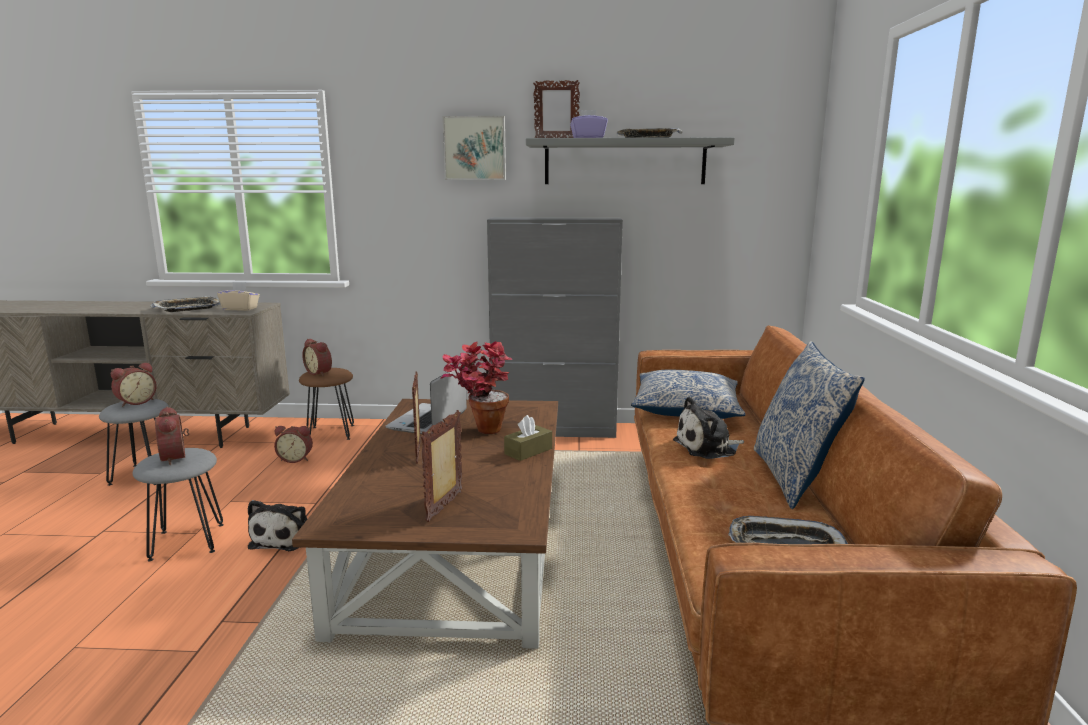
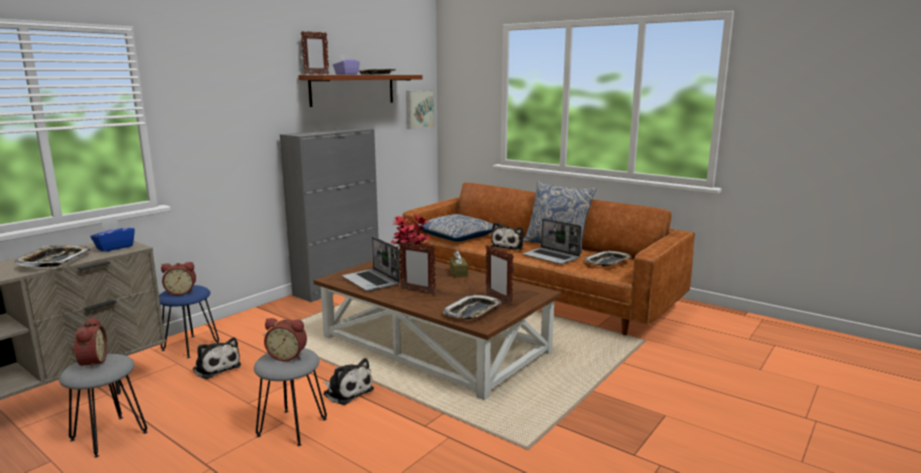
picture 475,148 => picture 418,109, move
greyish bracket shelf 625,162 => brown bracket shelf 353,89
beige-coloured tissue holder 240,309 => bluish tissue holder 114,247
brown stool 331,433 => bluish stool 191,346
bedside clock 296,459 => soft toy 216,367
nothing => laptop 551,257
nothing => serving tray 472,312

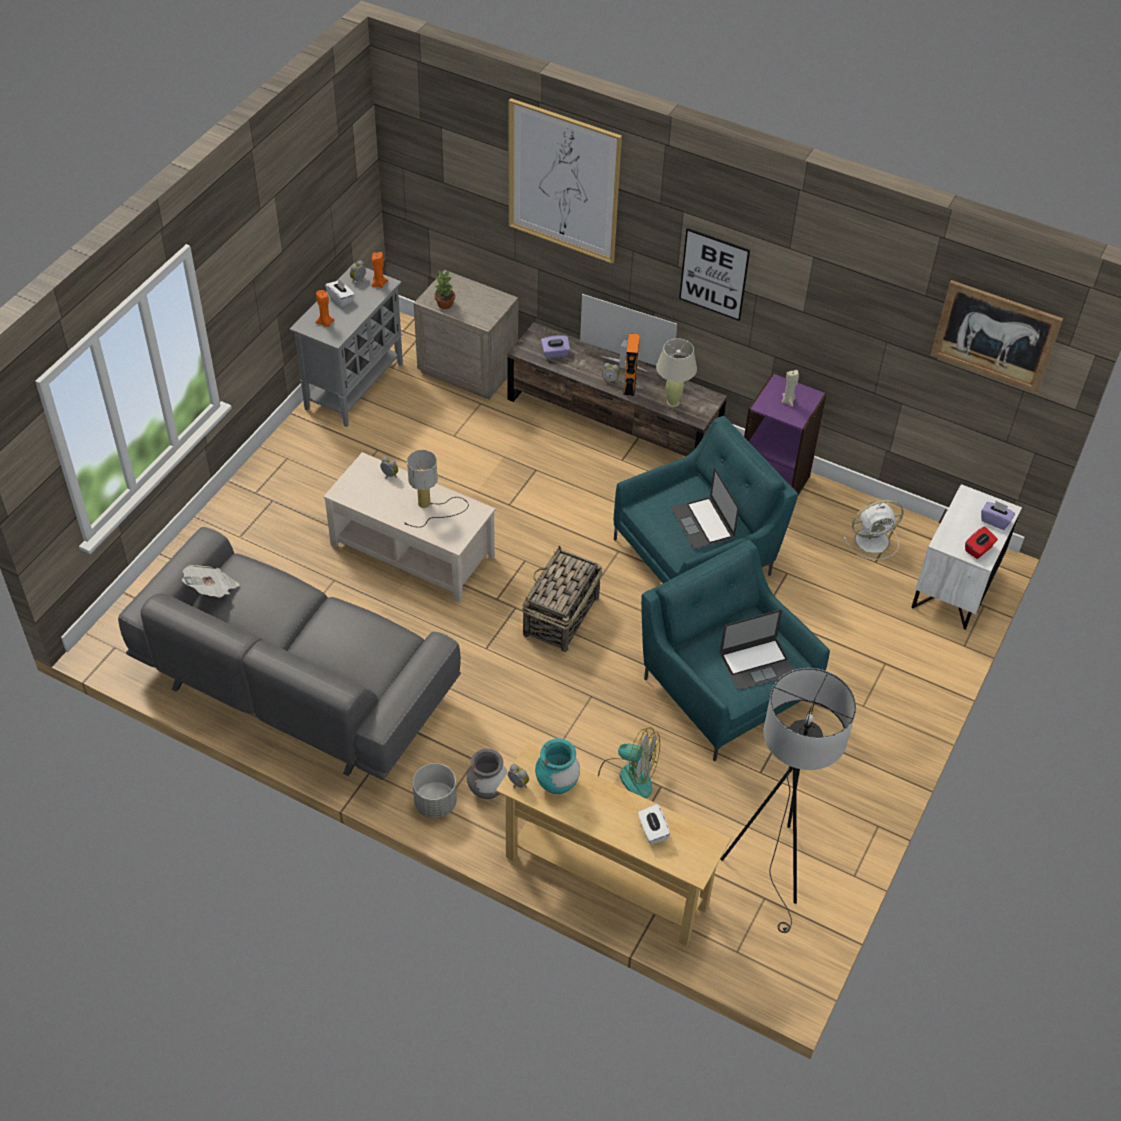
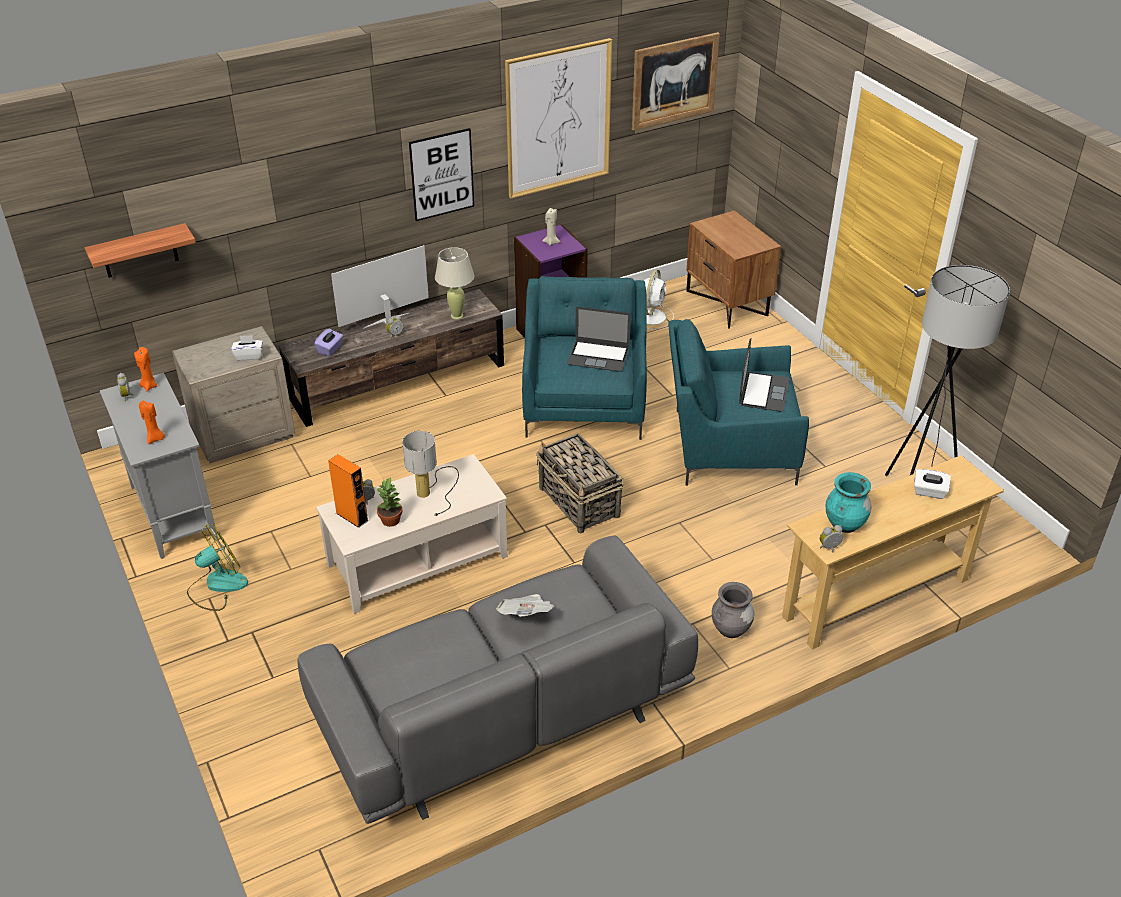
picture 563,181 => picture 558,119, move
houseplant 445,304 => houseplant 391,520, move
white-coloured tissue holder 341,299 => white-coloured tissue holder 249,356, move
orangey loudspeaker 629,386 => orangey loudspeaker 352,517, move
white-coloured bedside table 954,588 => brown bedside table 728,303
purple tissue holder 995,521 => nothing
red-coloured tissue holder 978,549 => nothing
printed paper 212,589 => printed paper 526,616, move
electric fan 627,777 => electric fan 217,586, move
greyish planter 435,803 => nothing
nothing => bracket shelf 139,251

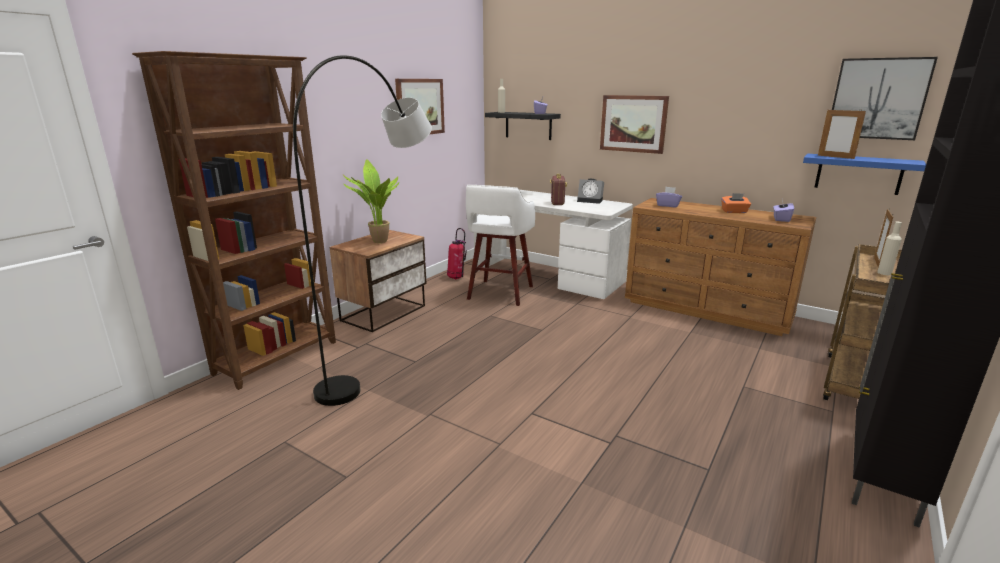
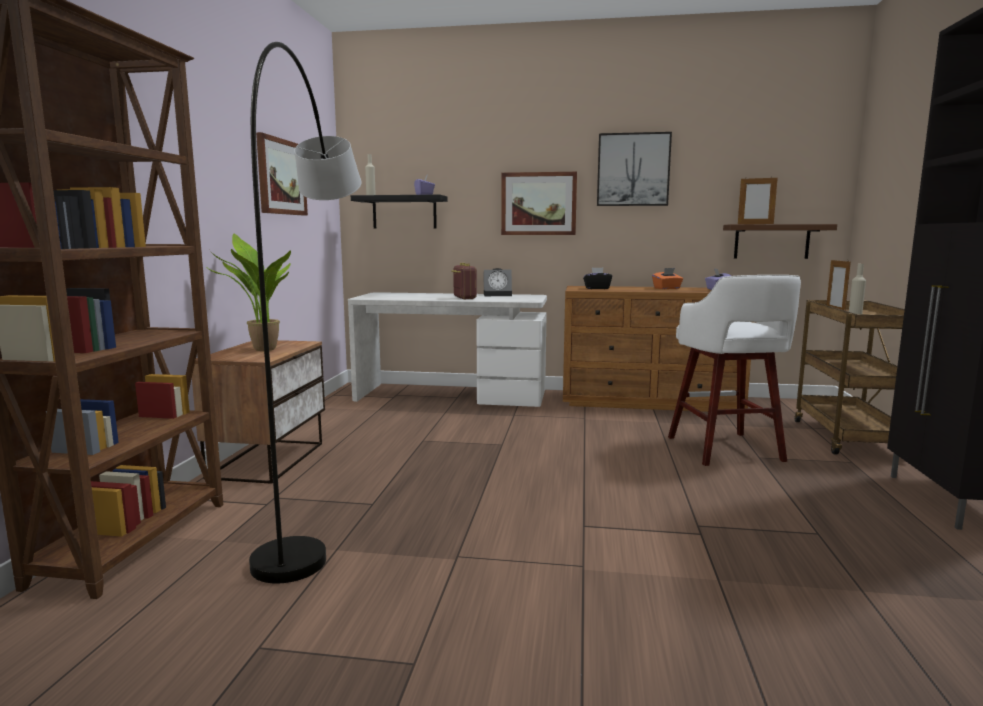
picture 878,98 => picture 633,170, move
bluish bracket shelf 858,174 => brown bracket shelf 771,241
white-coloured stool 499,293 => white-coloured stool 726,450, move
purple tissue holder 668,205 => black-coloured tissue holder 597,288
fire extinguisher 457,278 => nothing

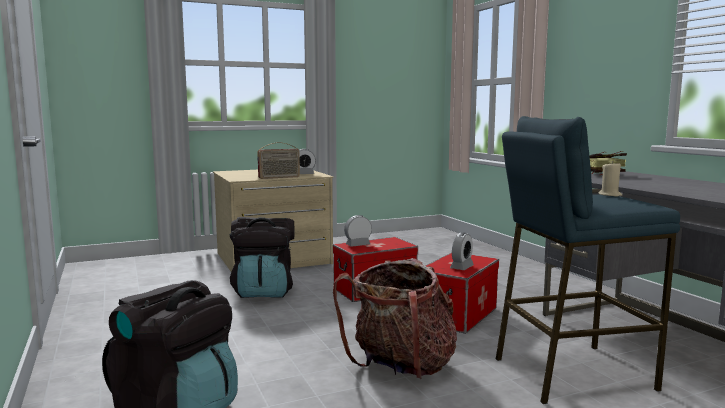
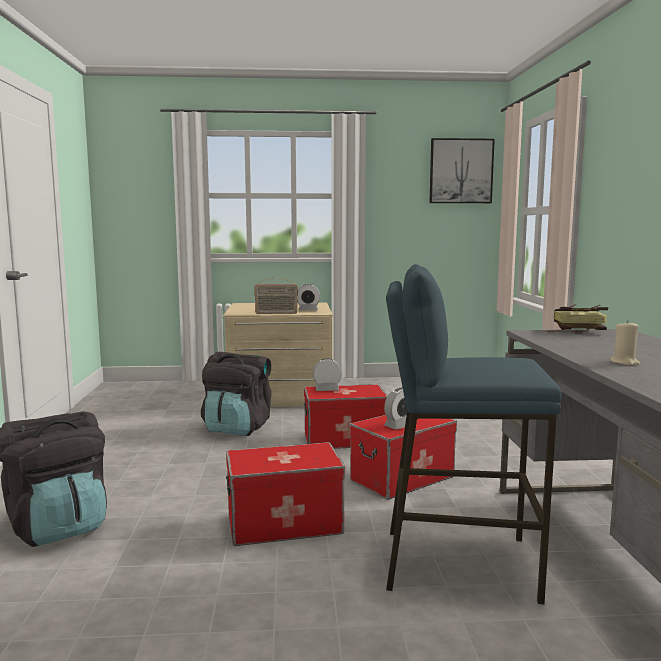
beige-coloured candle 610,195 => beige-coloured candle 624,362, move
rucksack 401,367 => storage container 284,524
nothing => picture 461,171

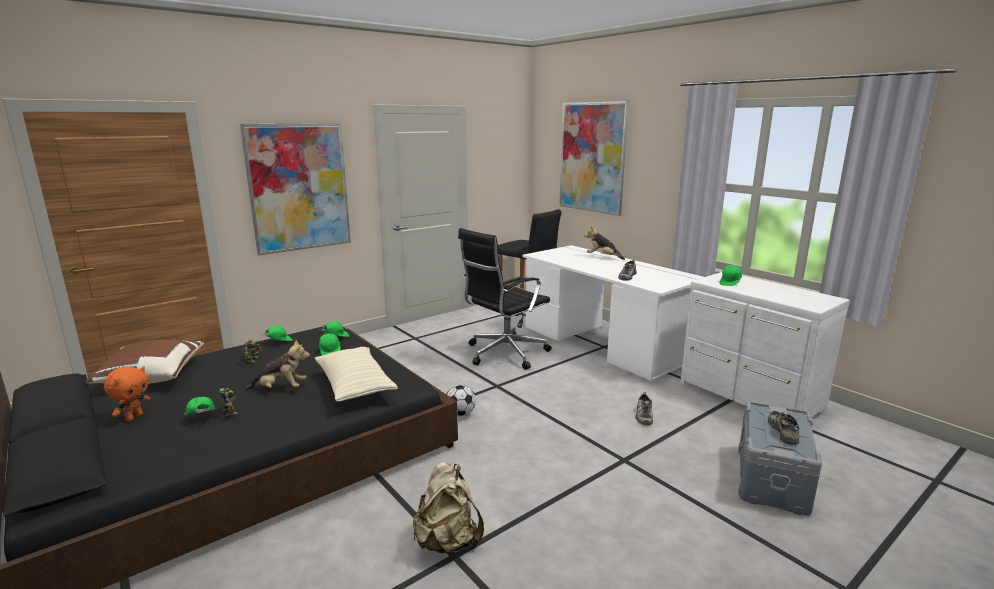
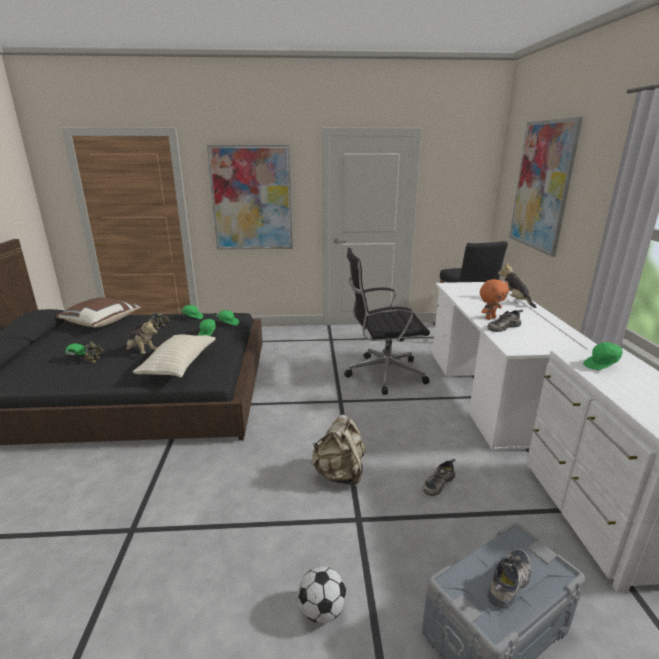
orangey soft toy 134,417 => orangey soft toy 490,318, move
football 460,414 => football 322,610, move
beige-coloured rucksack 447,541 => beige-coloured rucksack 339,474, move

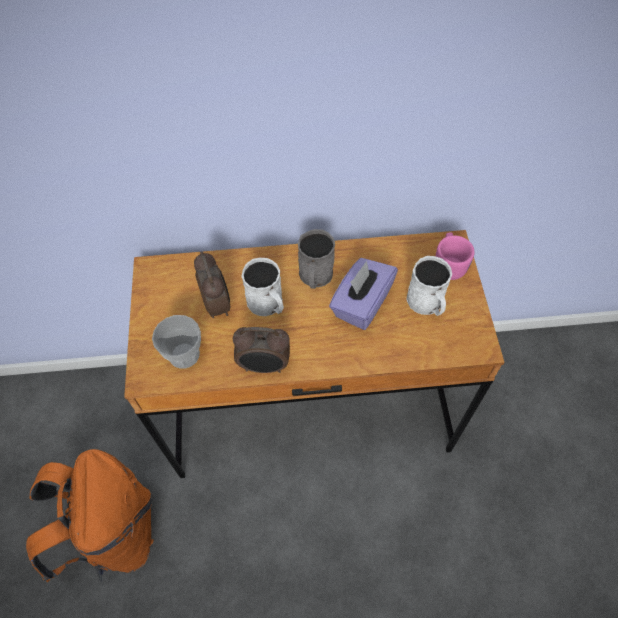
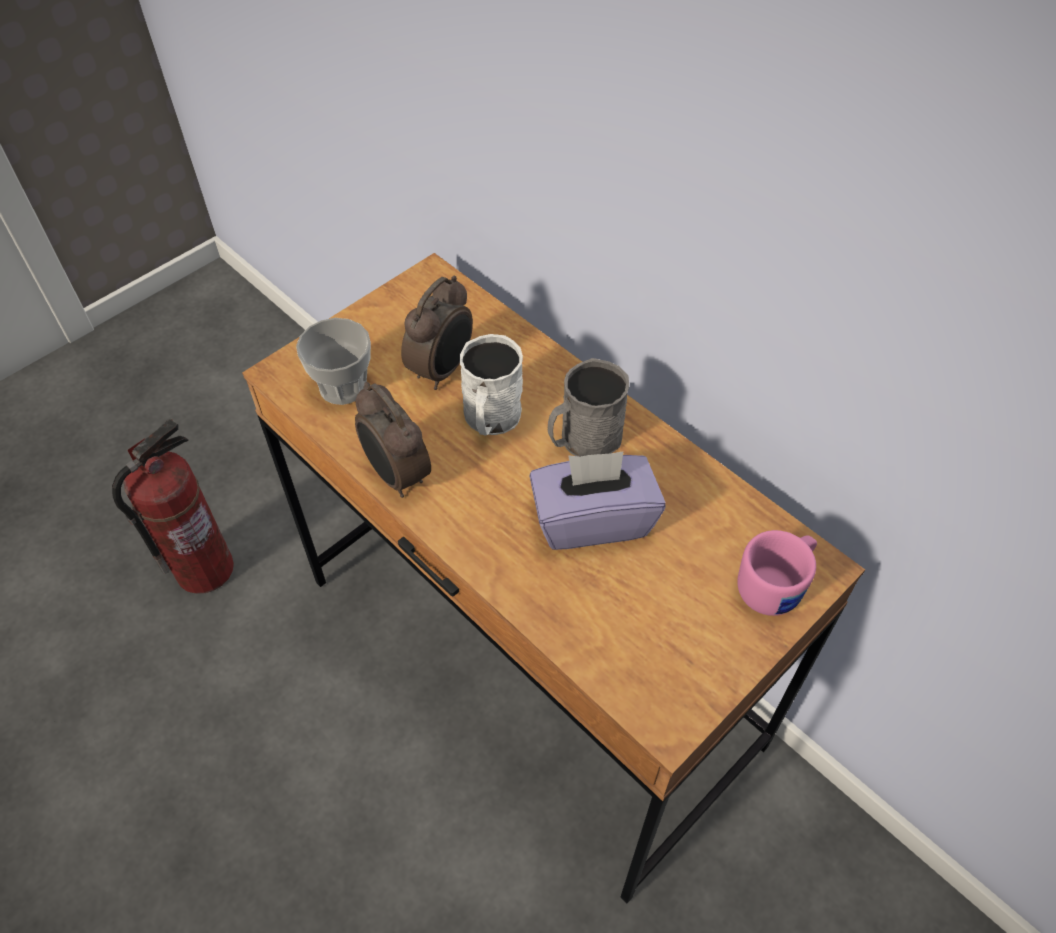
white-coloured coffee mug 427,304 => nothing
orangey rucksack 116,532 => fire extinguisher 204,568

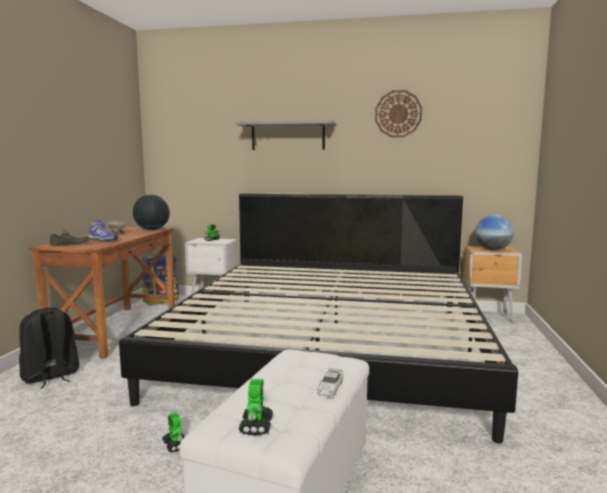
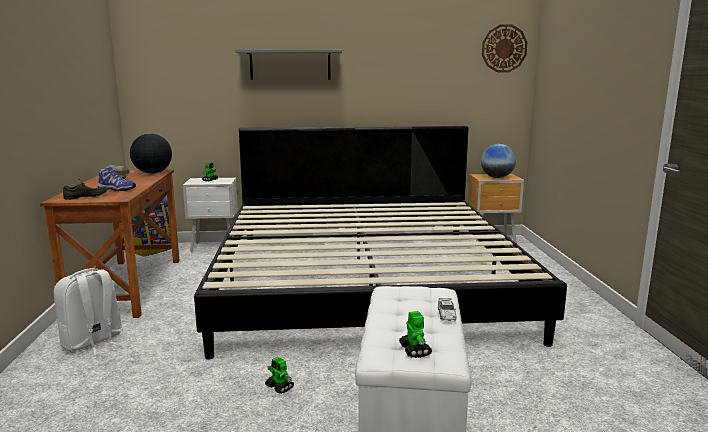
clock on the wall 398,114 => clock on the wall 504,48, move
black-coloured rucksack 50,377 => white-coloured rucksack 92,343

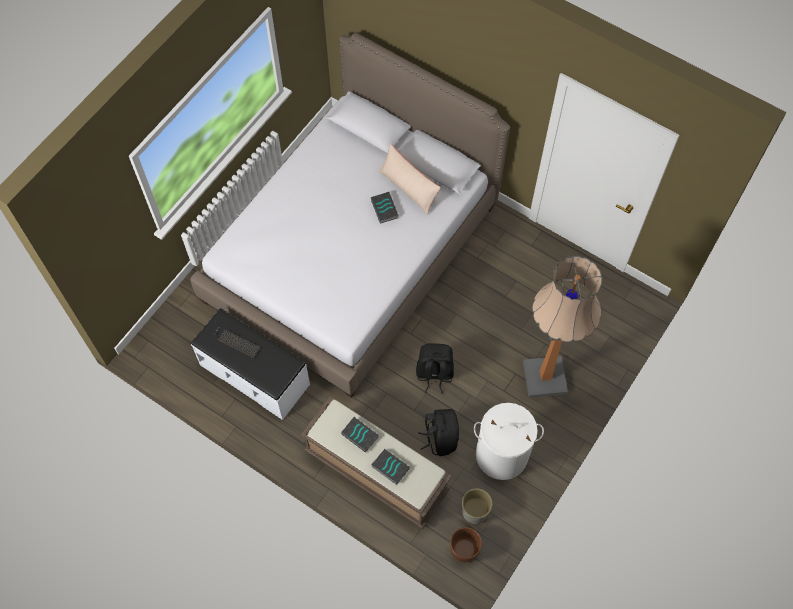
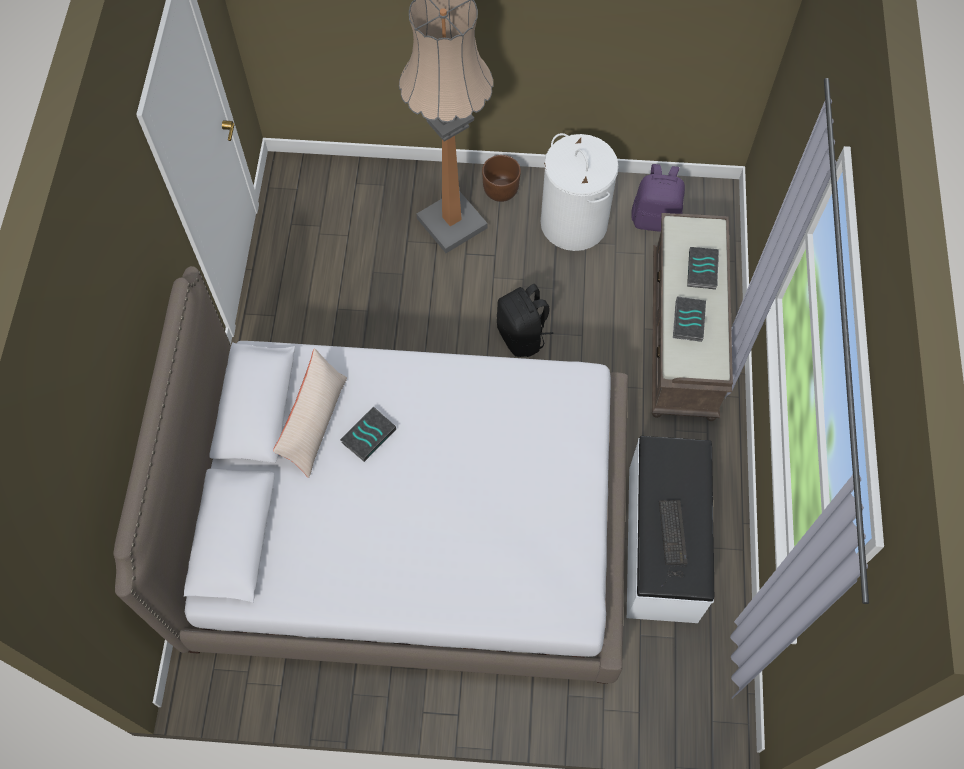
black-coloured rucksack 440,438 => nothing
greyish planter 475,511 => purple rucksack 655,218
brown planter 464,549 => brown planter 501,190, move

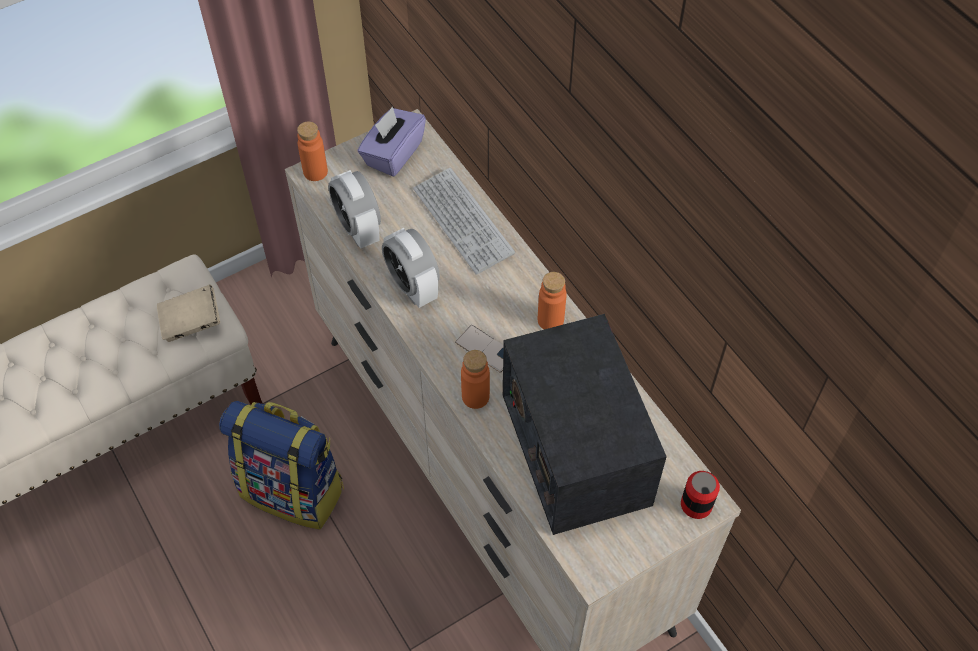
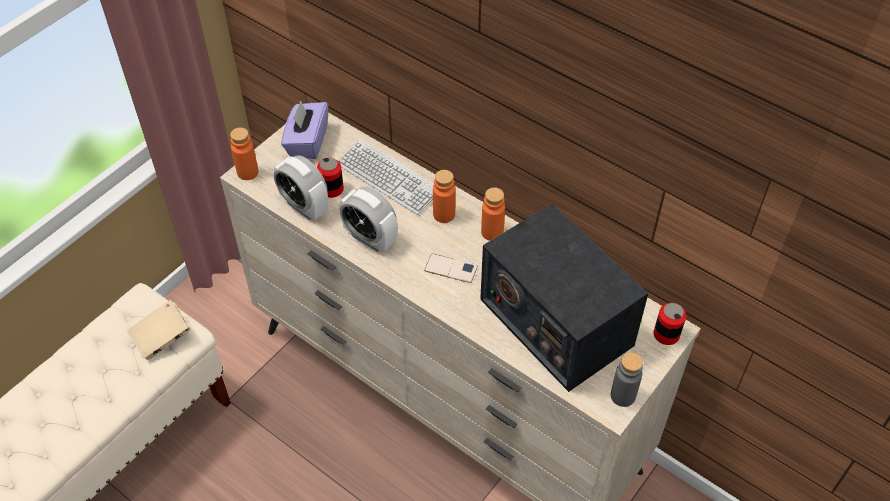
orangey bottle 475,396 => orangey bottle 444,214, move
rucksack 294,490 => nothing
nothing => metal can 331,189
nothing => greyish bottle 623,396

